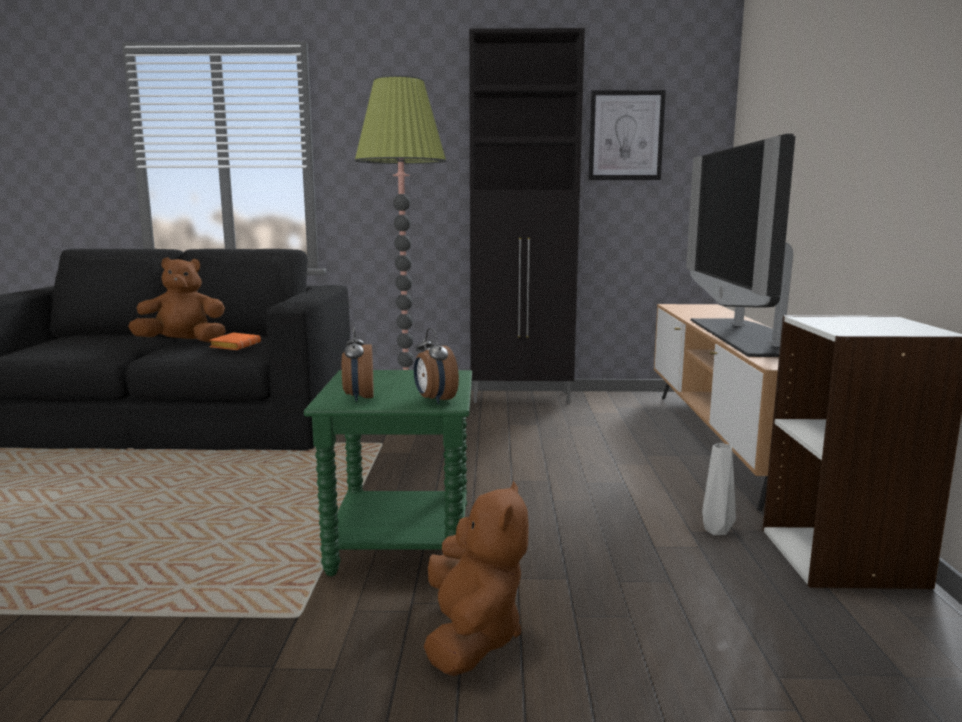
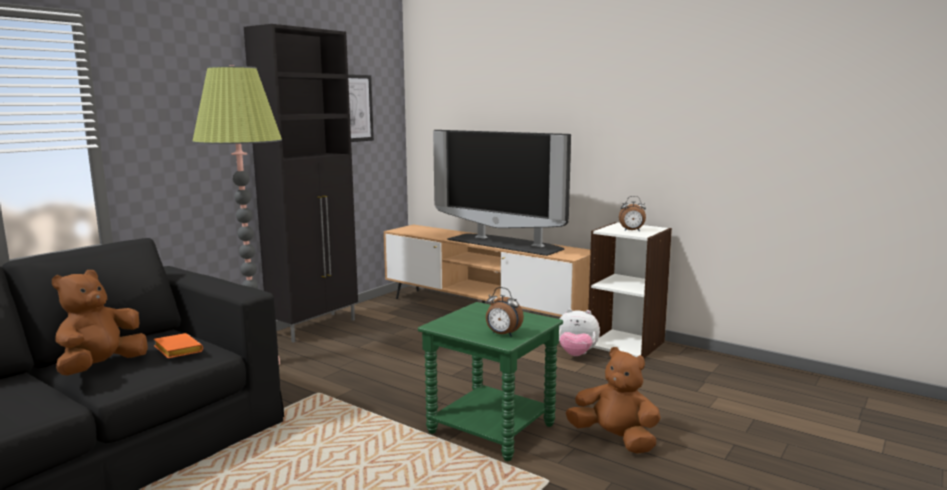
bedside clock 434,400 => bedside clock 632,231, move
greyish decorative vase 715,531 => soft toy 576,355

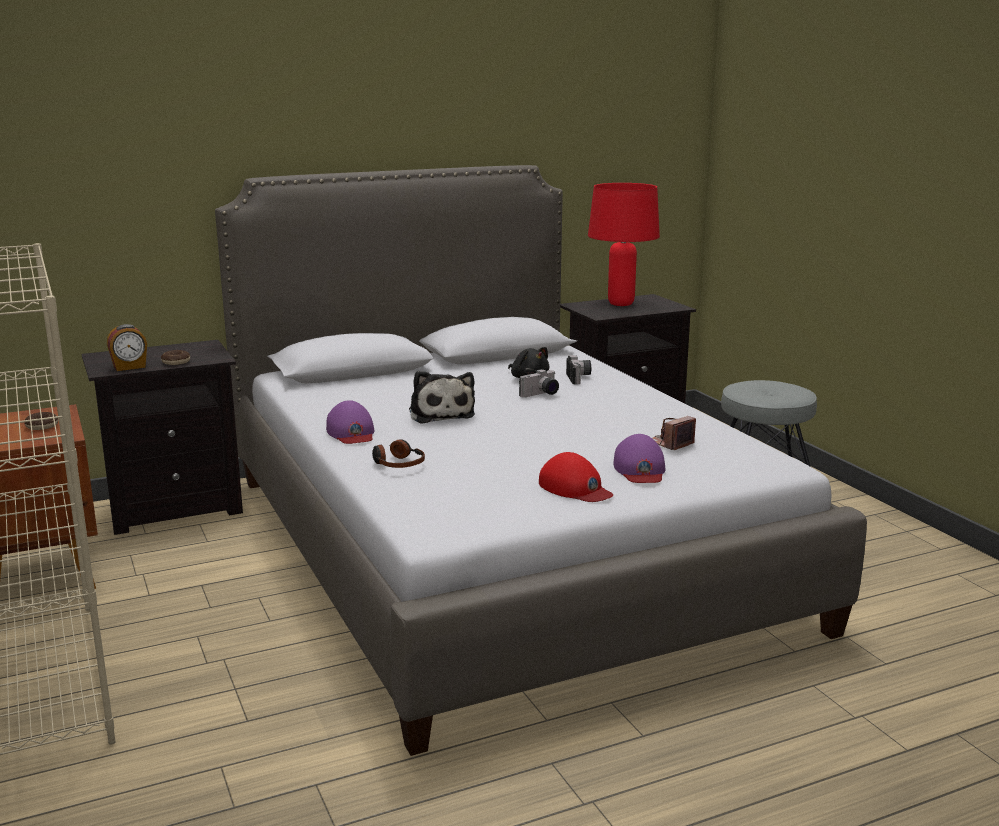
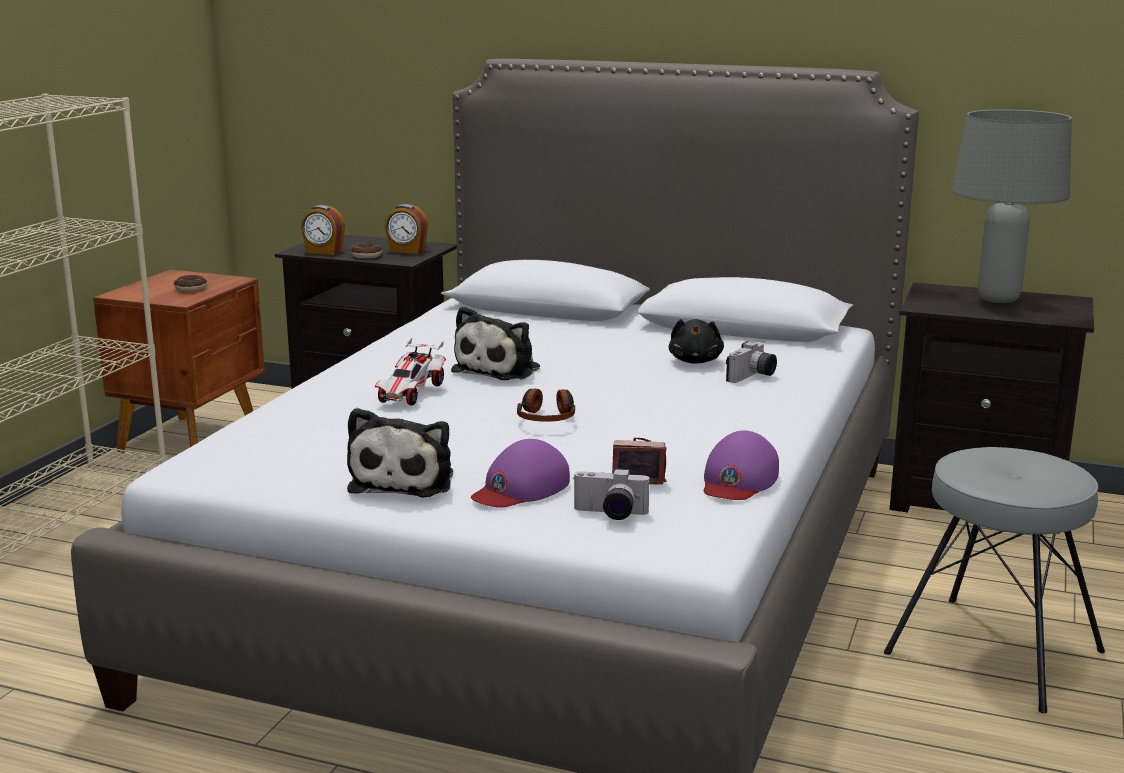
red-coloured lamp for a table 620,304 => greyish lamp for a table 997,299
still camera 541,394 => still camera 610,514, move
purple cap 351,432 => purple cap 738,480, move
pair of headphones 397,464 => pair of headphones 546,417, move
red-coloured cap 575,488 => soft toy 405,480
nothing => bedside clock 407,251
nothing => toy car 411,393

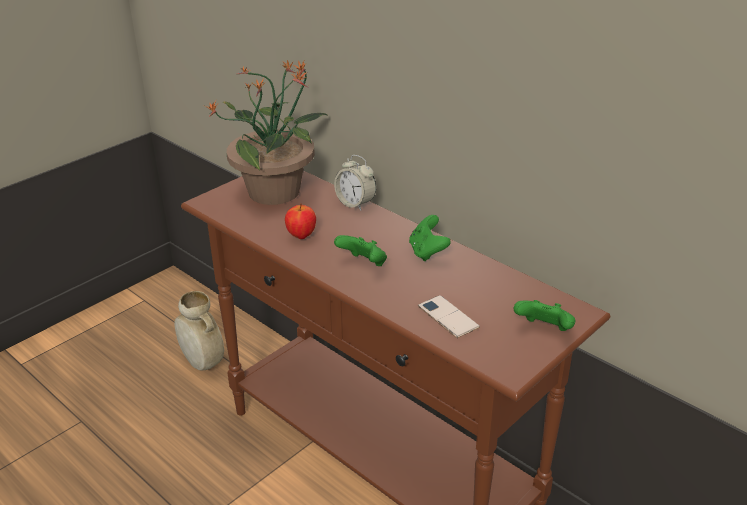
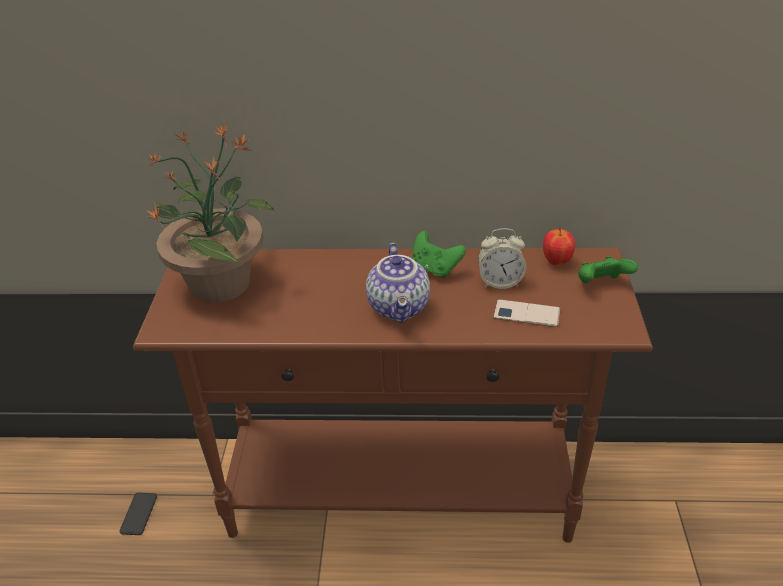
bedside clock 355,203 => bedside clock 500,282, move
apple fruit 301,236 => apple fruit 556,261, move
green-coloured game controller 363,264 => pot for tea 400,307
beige-coloured decorative vase 202,362 => telephone 139,514

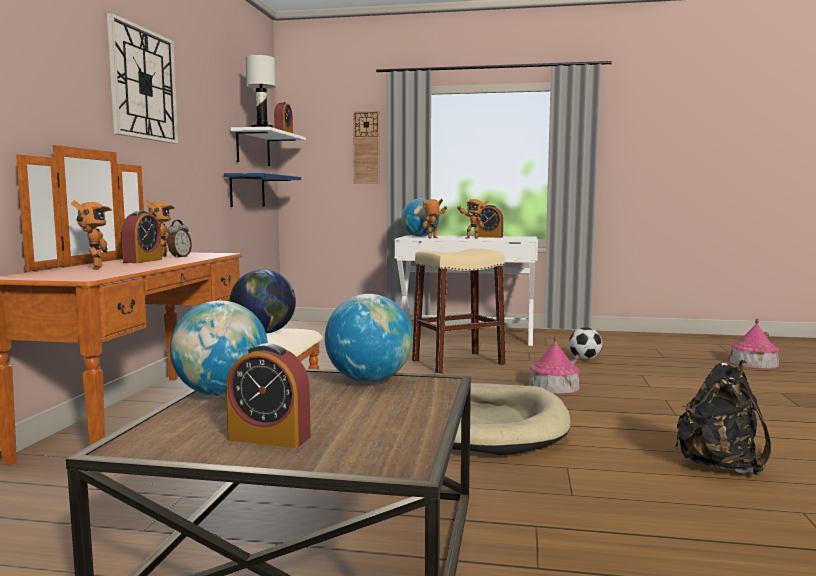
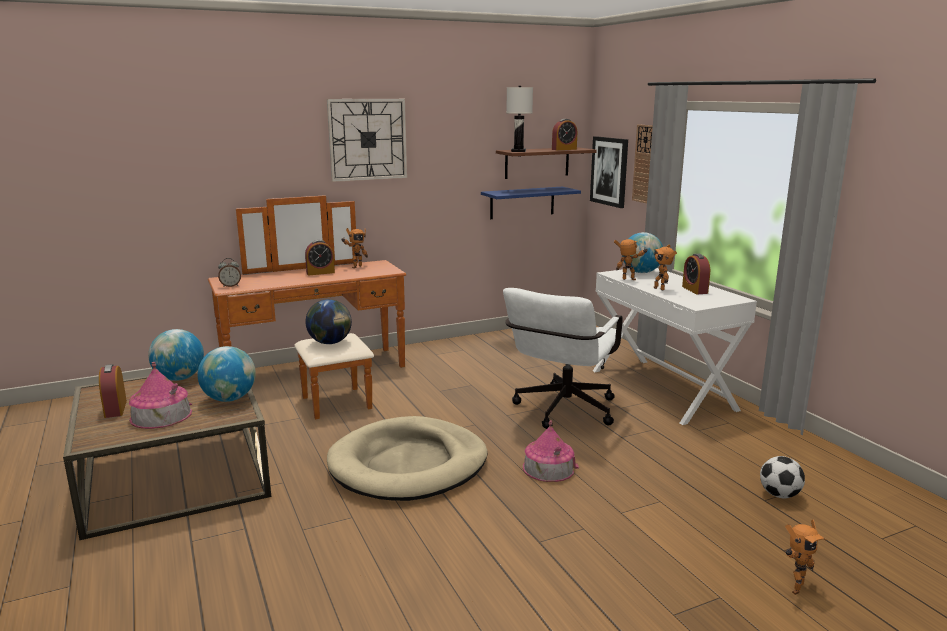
white-coloured bracket shelf 253,148 => brown bracket shelf 537,163
toy robot 93,268 => toy robot 794,587, move
bedside clock 179,257 => bedside clock 230,286, move
beige-coloured stool 458,363 => white-coloured office chair 561,412
toy house 753,363 => toy house 161,415, move
football 584,359 => football 779,495, move
black-coloured rucksack 720,466 => nothing
nothing => picture 609,171

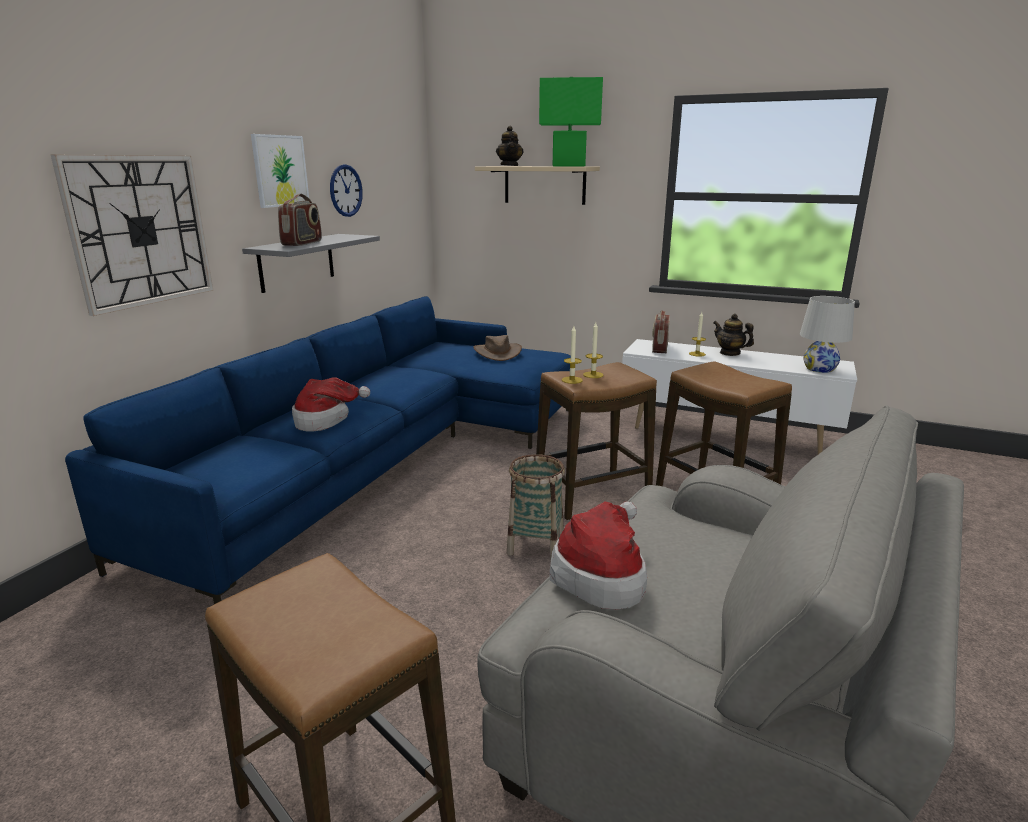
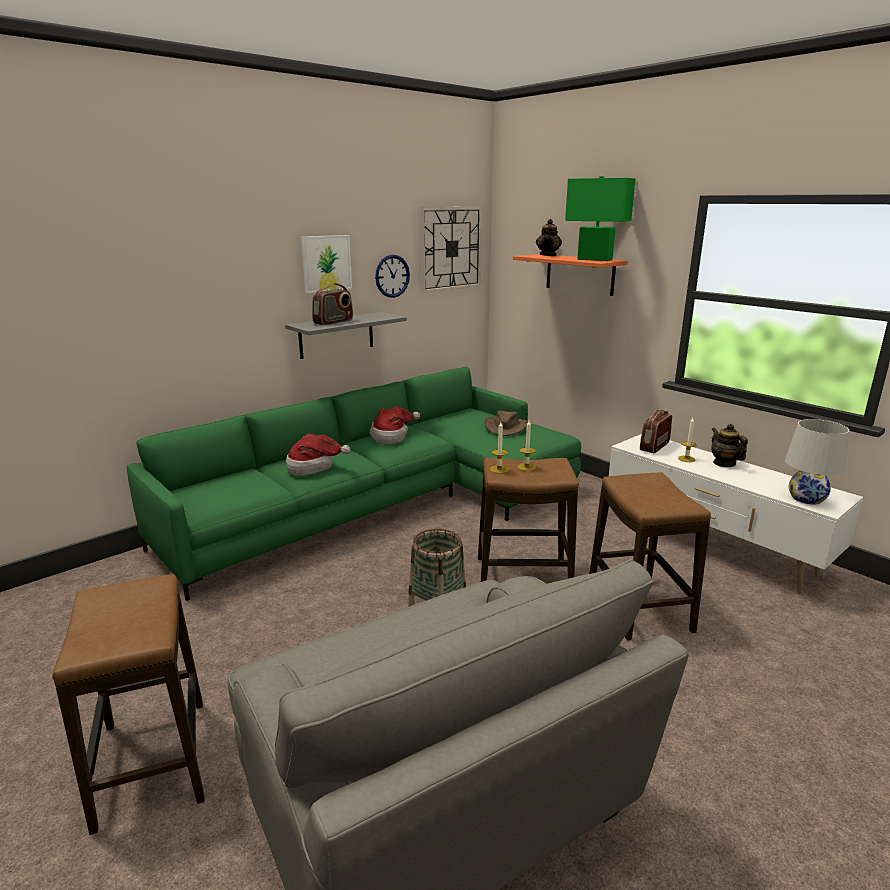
clock on the wall 140,231 => clock on the wall 451,248, move
beige-coloured bracket shelf 544,185 => orangey bracket shelf 580,274
bluish sofa 388,458 => green-coloured sofa 385,504
hat 601,575 => hat 392,436, move

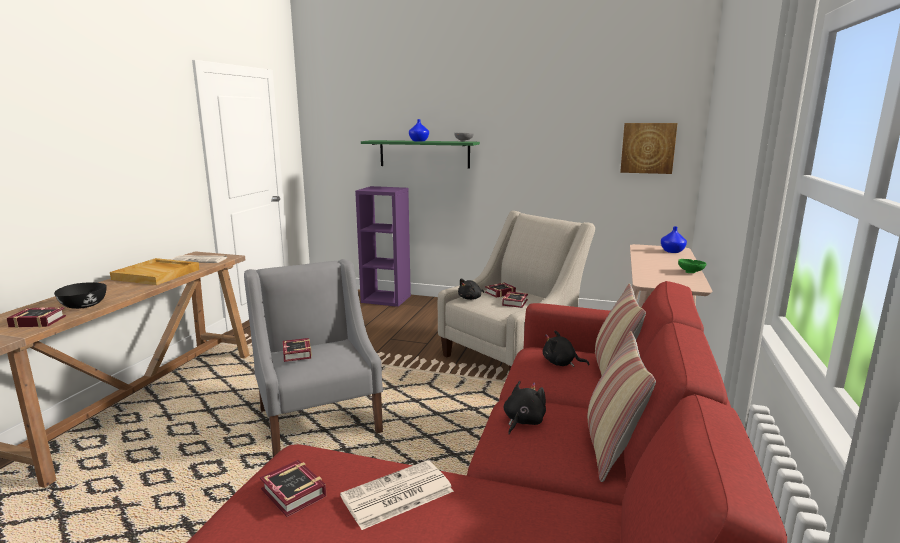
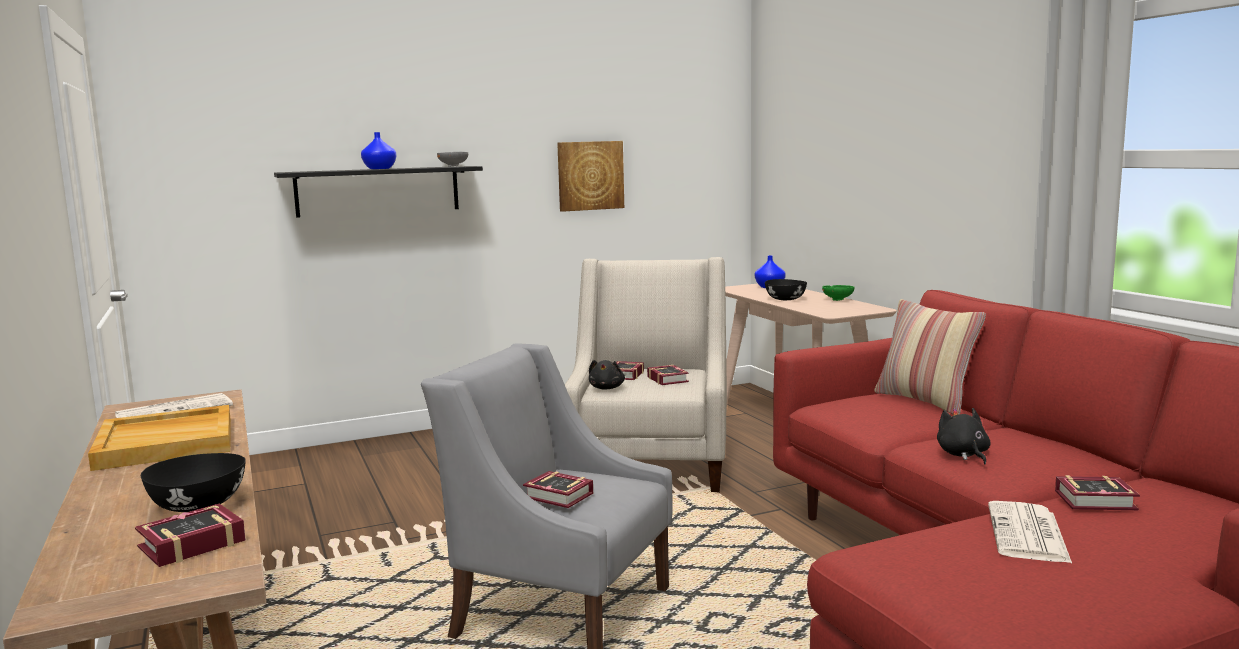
picture 648,148 => picture 590,175, move
green-coloured bracket shelf 424,154 => black-coloured bracket shelf 378,191
purple shelving unit 386,299 => nothing
black-coloured soft toy 561,363 => nothing
pillow 611,448 => nothing
book 293,495 => book 1099,501, move
nothing => black-coloured bowl 785,299

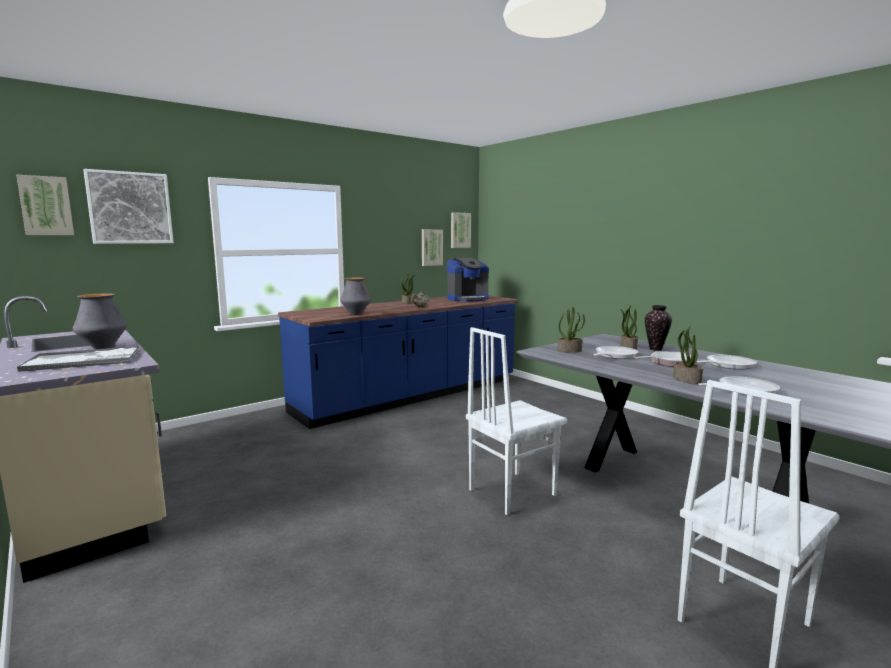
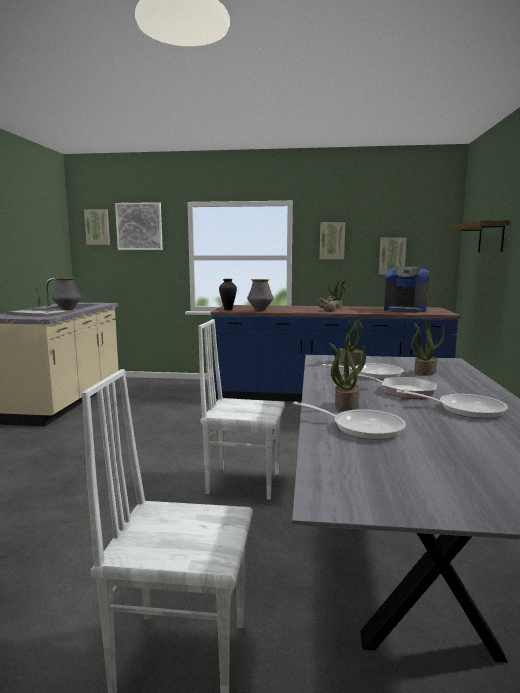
picture 460,230 => picture 332,241, move
decorative vase 656,349 => decorative vase 228,309, move
nothing => bracket shelf 491,237

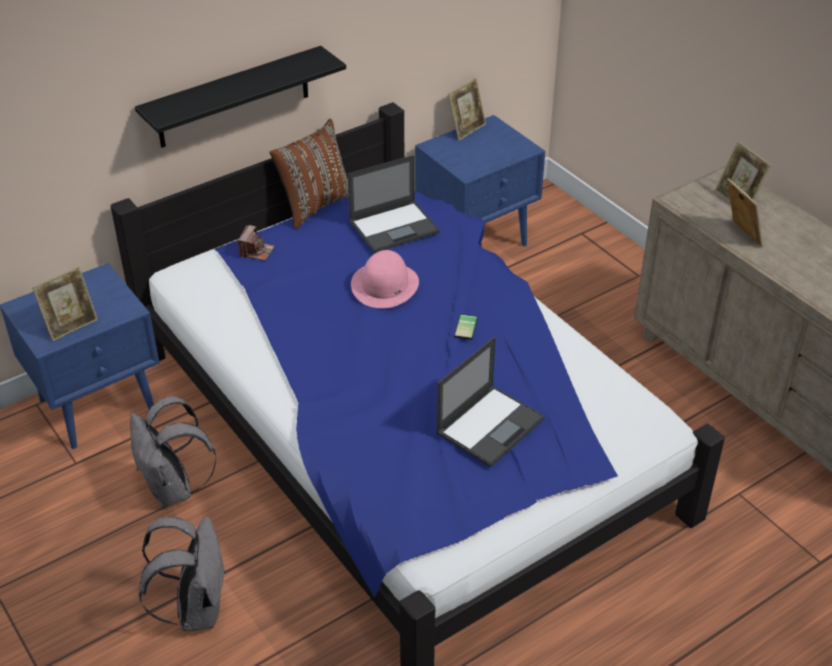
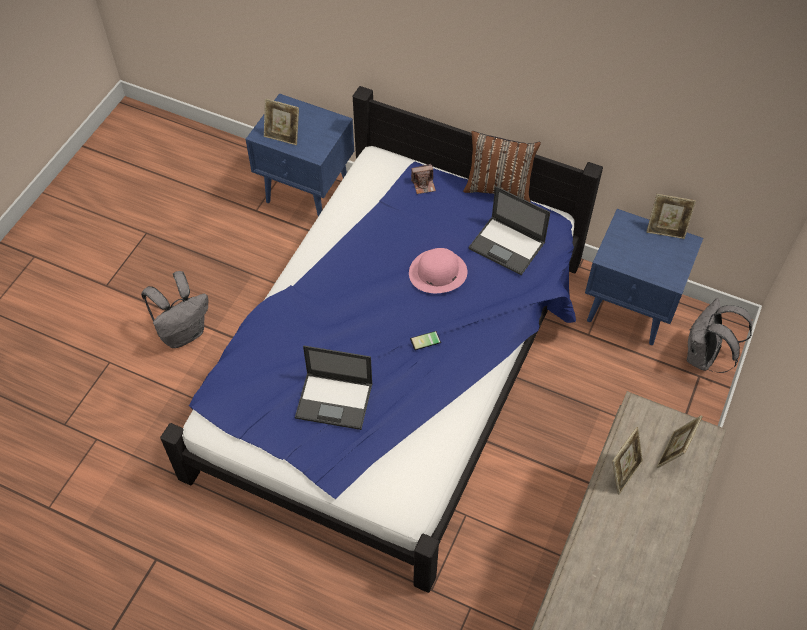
black-coloured bracket shelf 233,98 => nothing
greyish rucksack 173,489 => greyish rucksack 703,357, move

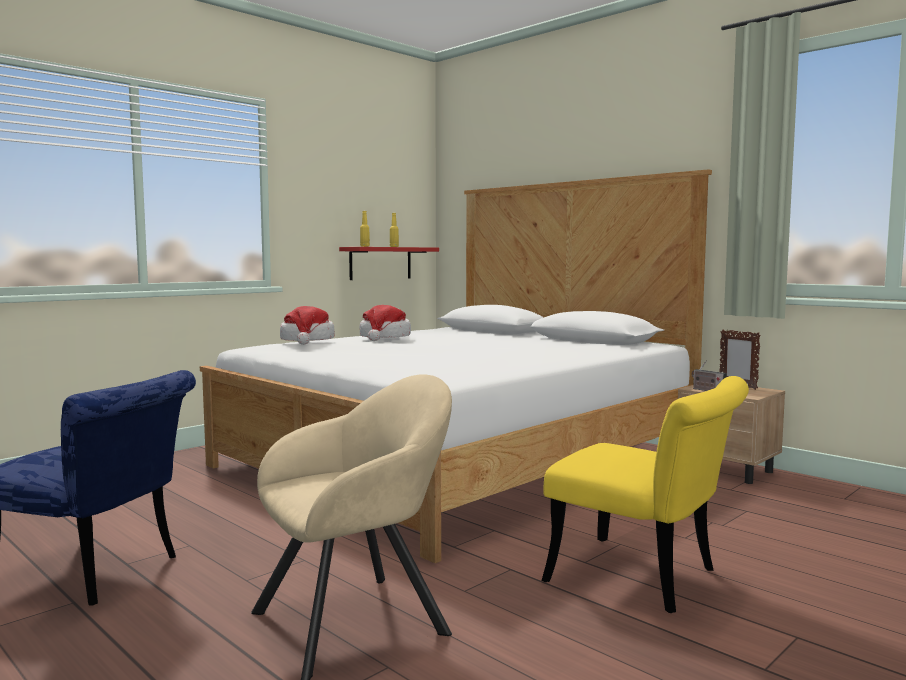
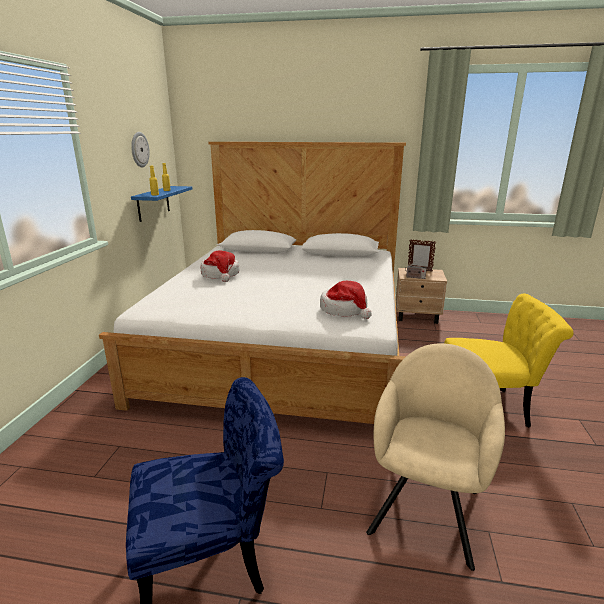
red-coloured bracket shelf 380,263 => bluish bracket shelf 153,203
hat 307,340 => hat 344,310, move
nothing => clock on the wall 139,149

